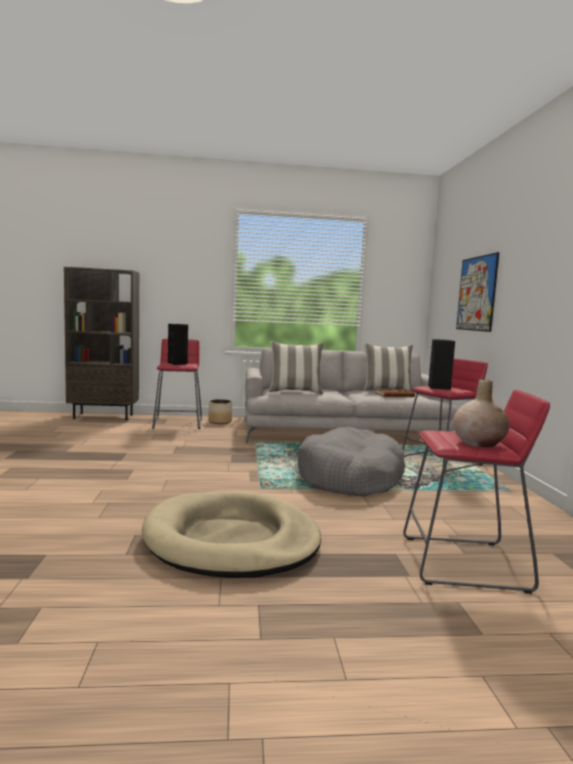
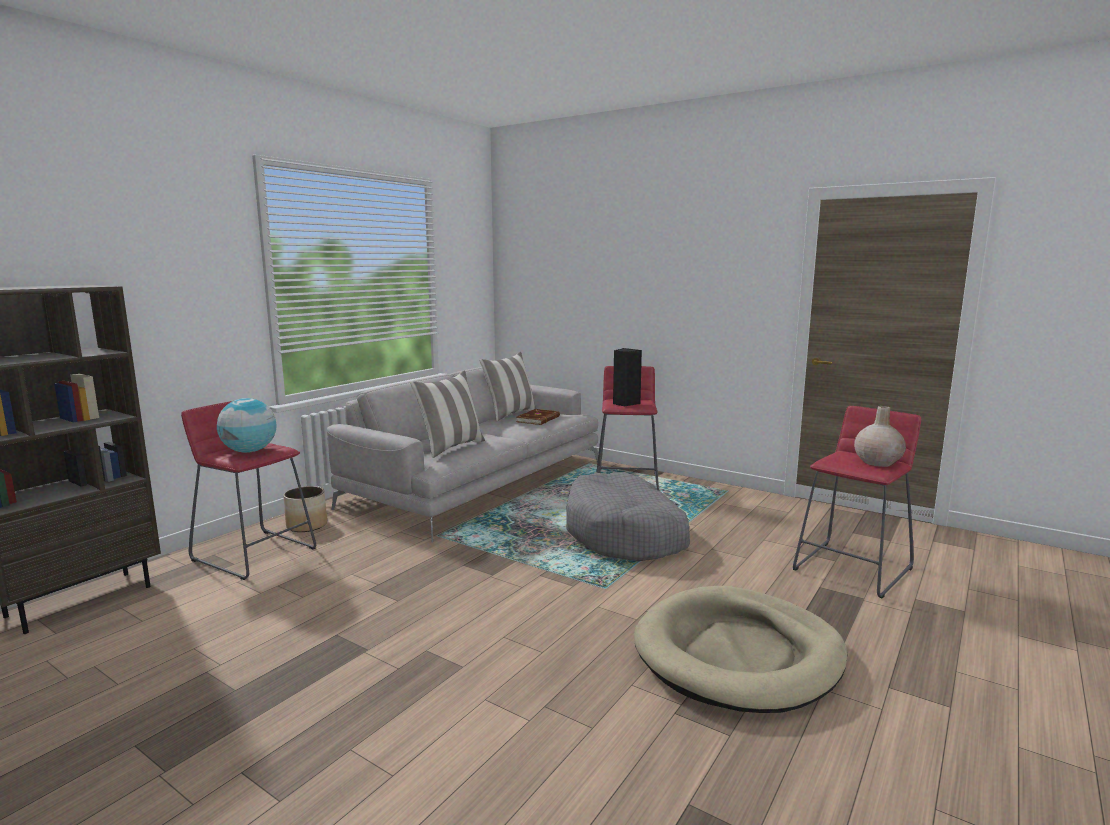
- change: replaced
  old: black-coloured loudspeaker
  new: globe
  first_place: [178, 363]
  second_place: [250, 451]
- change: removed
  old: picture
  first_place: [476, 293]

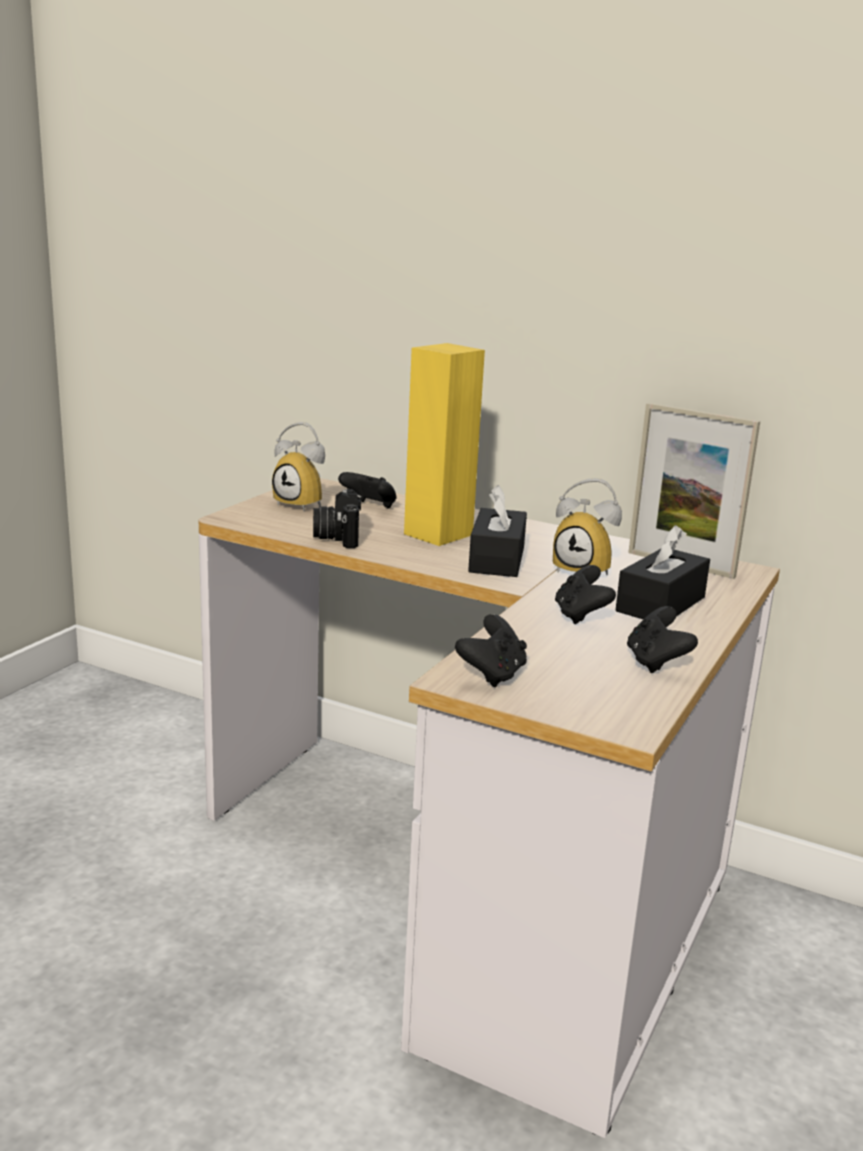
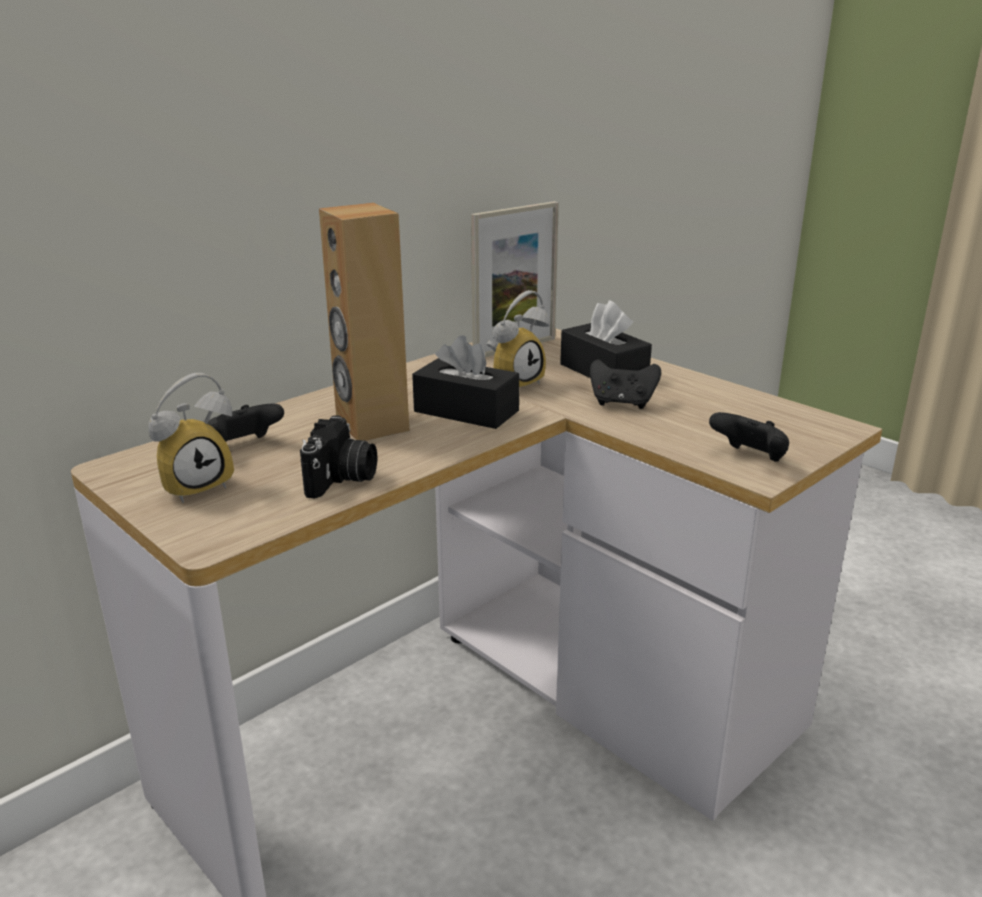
- change: turned
  old: photo camera
  first_place: [337, 537]
  second_place: [342, 479]
  degrees: -90
- change: recoloured
  old: yellow-coloured loudspeaker
  new: brown-coloured loudspeaker
  first_place: [437, 534]
  second_place: [371, 426]
- change: removed
  old: black-coloured joypad
  first_place: [656, 663]

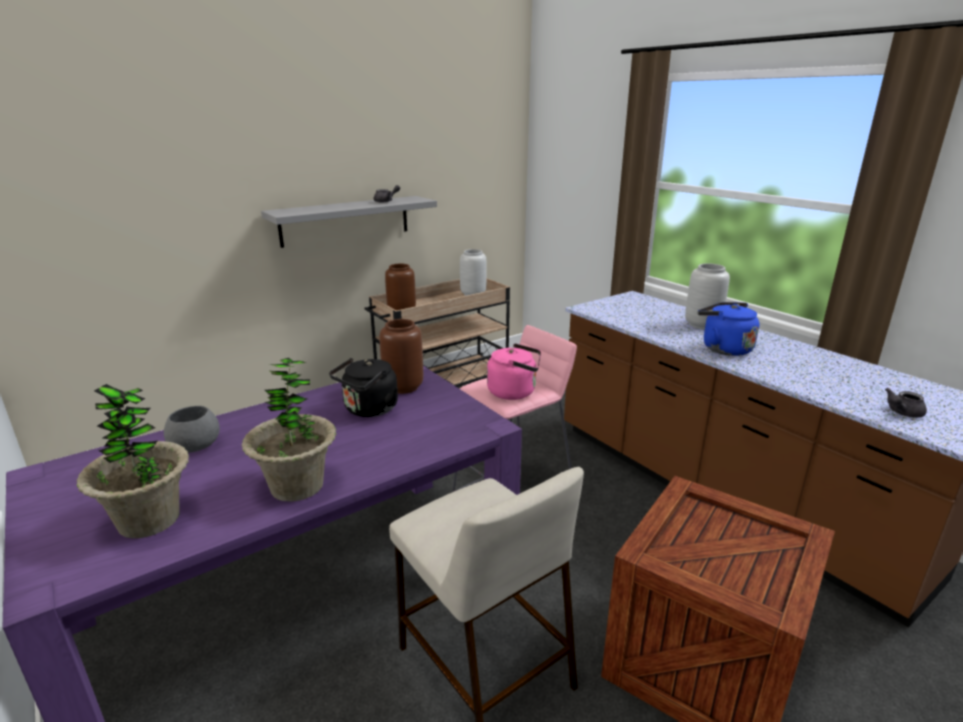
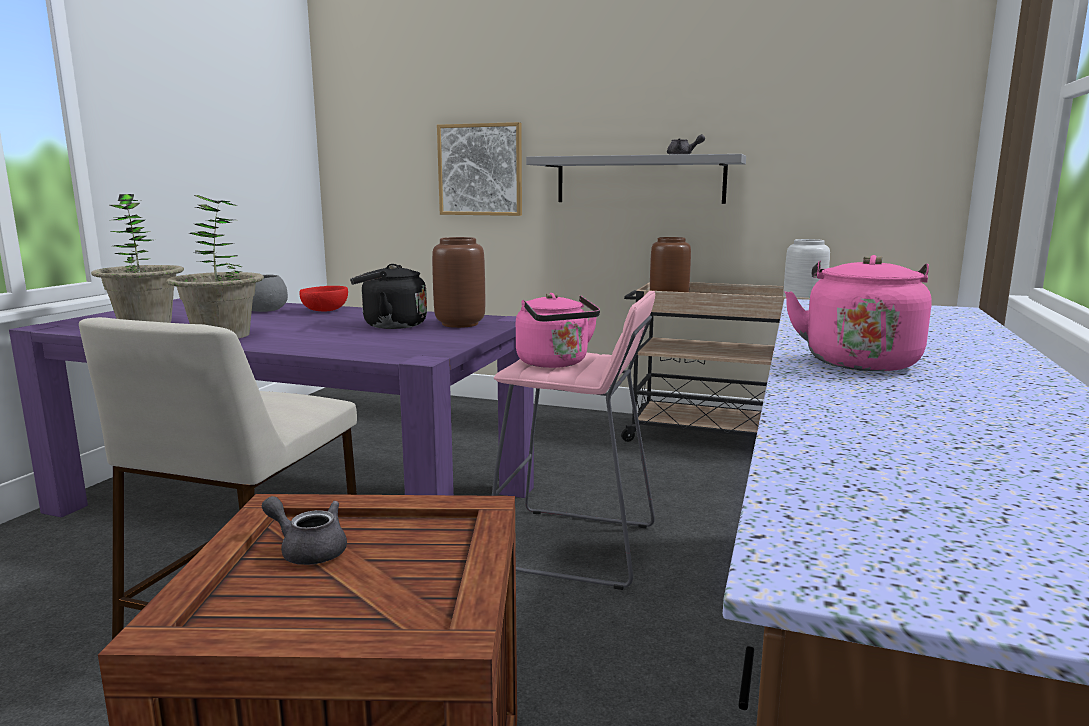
- change: removed
  old: gray decorative vase
  first_place: [702, 324]
- change: recoloured
  old: bluish water kettle
  new: pink water kettle
  first_place: [723, 348]
  second_place: [859, 361]
- change: moved
  old: gray tea pot
  first_place: [901, 413]
  second_place: [308, 550]
- change: added
  new: reddish deep dish
  second_place: [326, 311]
- change: added
  new: picture
  second_place: [480, 170]

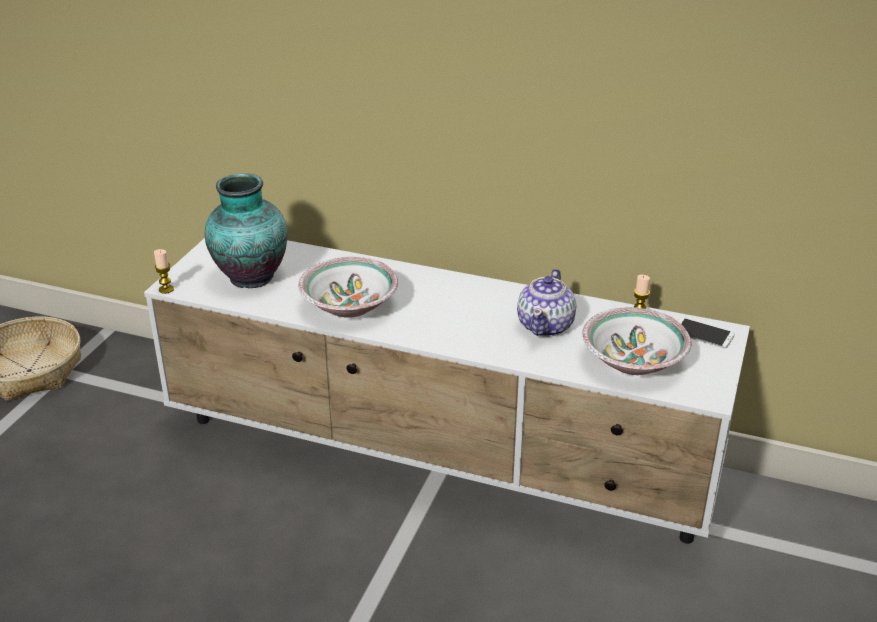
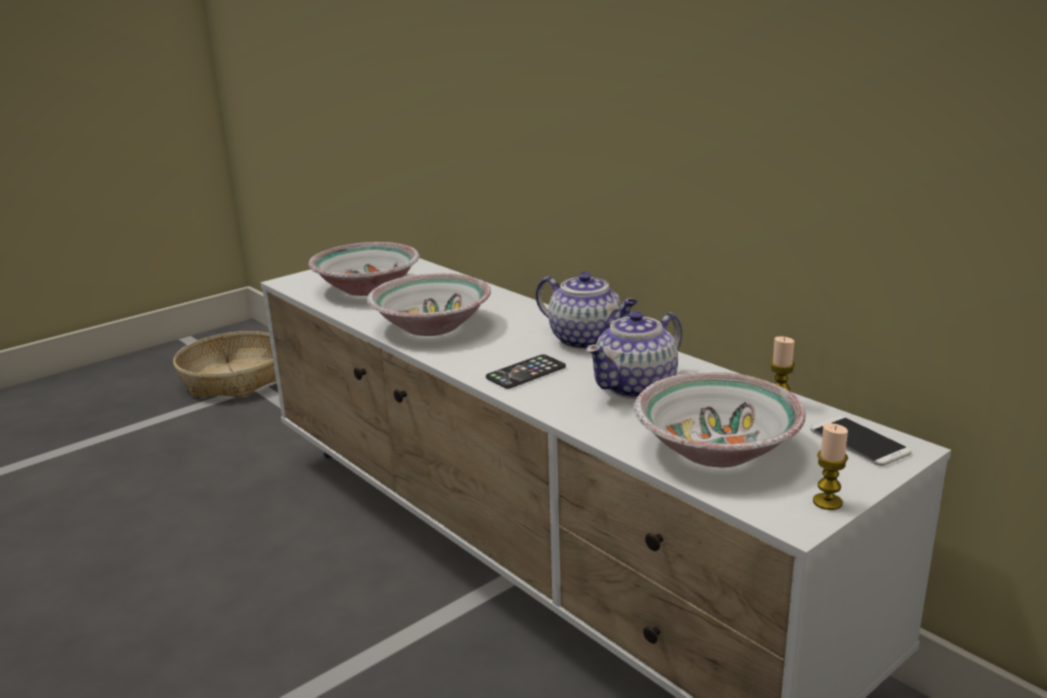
- change: moved
  old: candle
  first_place: [166, 289]
  second_place: [827, 502]
- change: replaced
  old: decorative vase
  new: deep dish
  first_place: [249, 278]
  second_place: [366, 288]
- change: added
  new: phone
  second_place: [526, 372]
- change: added
  new: tea pot
  second_place: [587, 340]

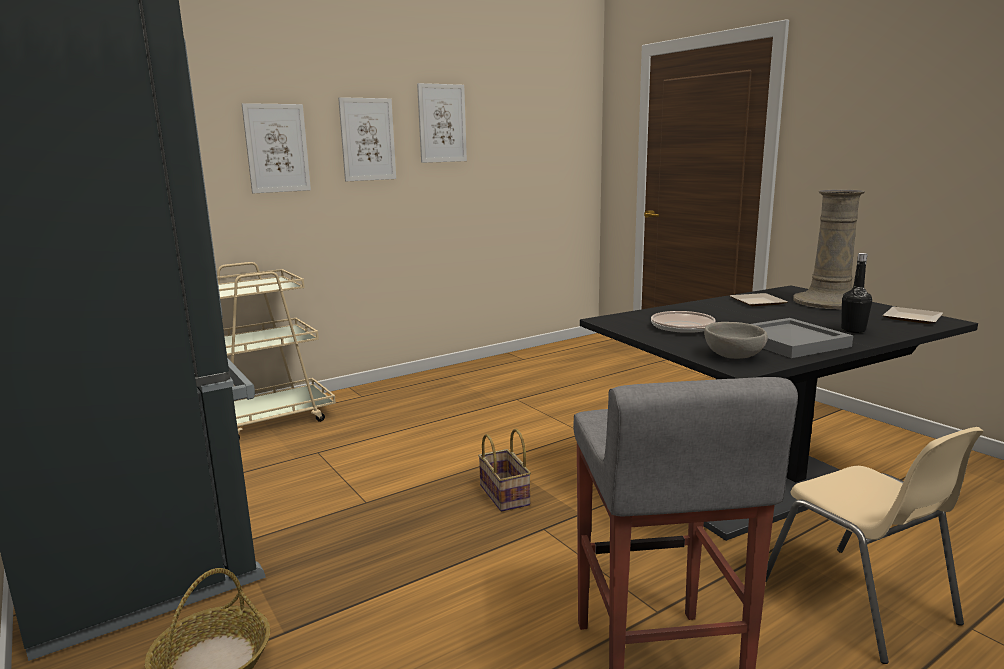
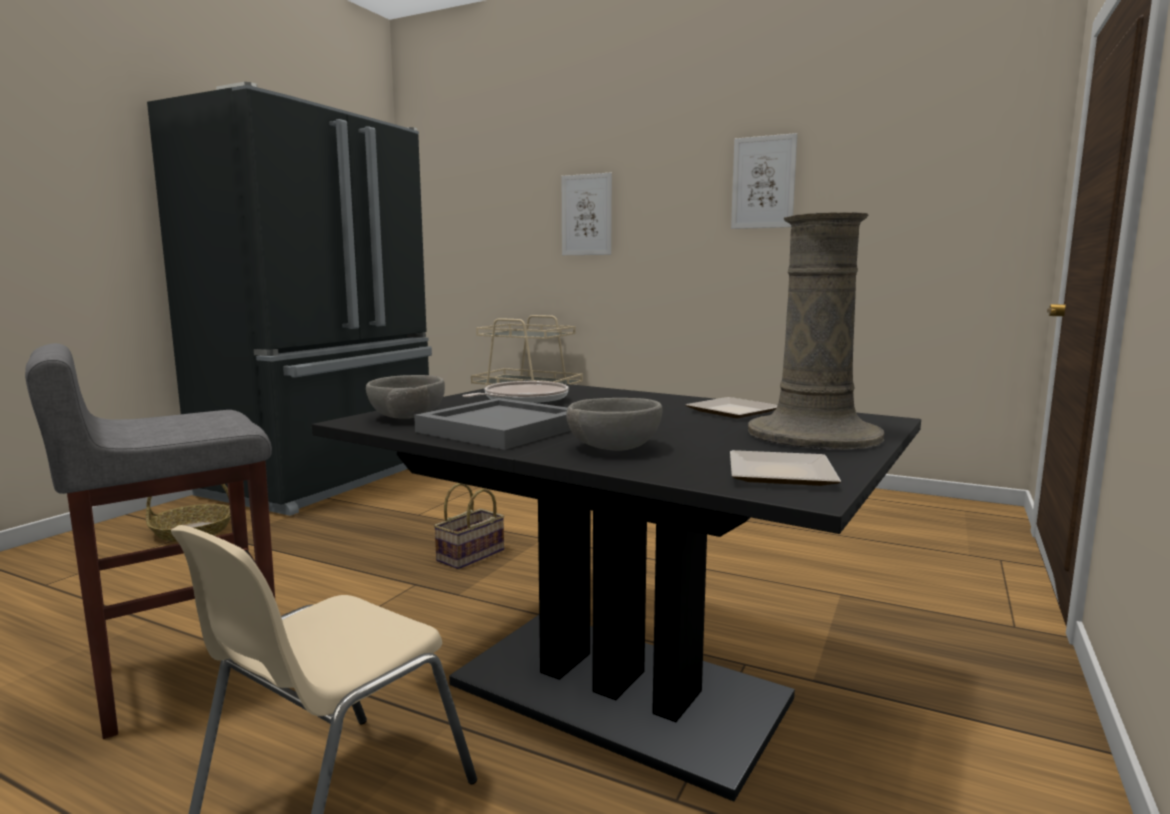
- change: removed
  old: picture
  first_place: [367, 139]
- change: replaced
  old: black-coloured beverage bottle
  new: gray deep dish
  first_place: [853, 330]
  second_place: [615, 448]

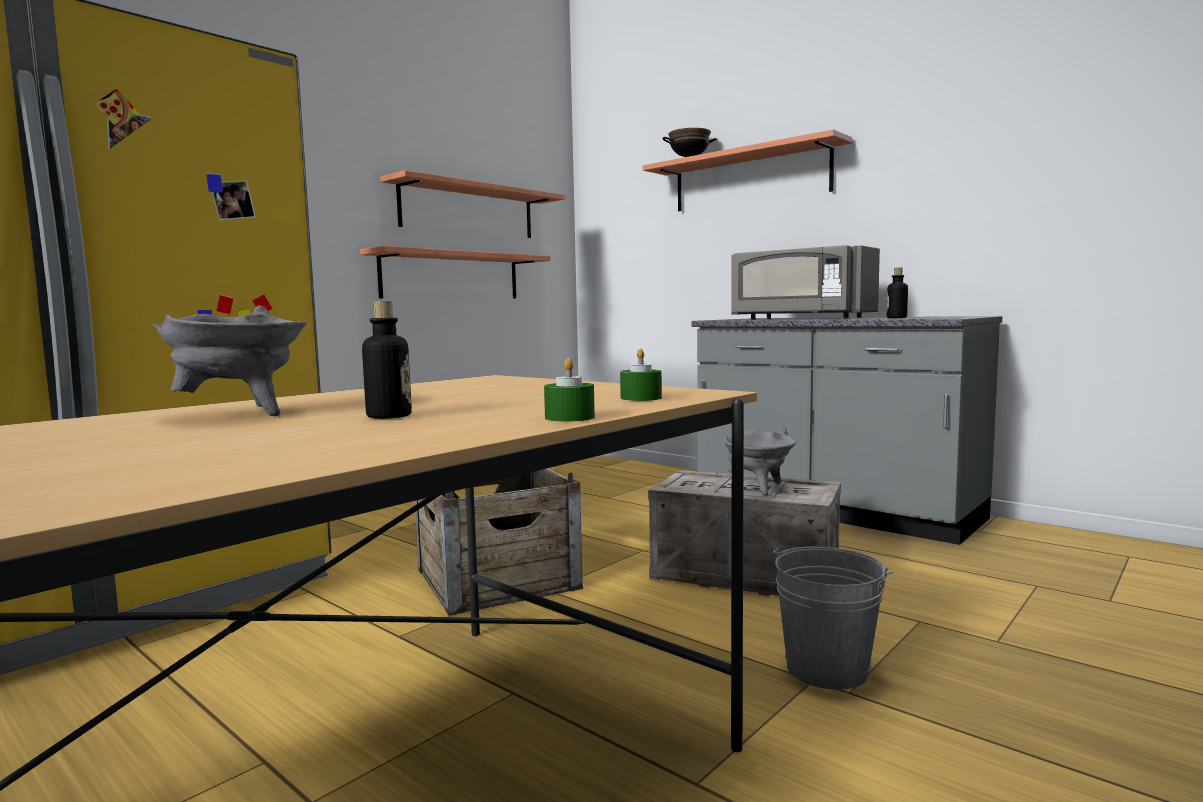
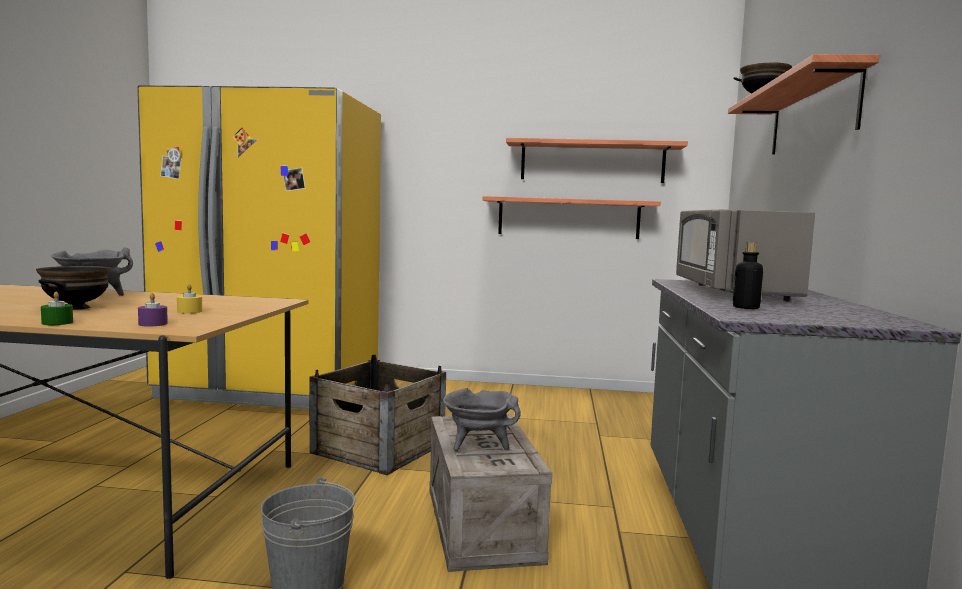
- change: replaced
  old: beverage bottle
  new: black-coloured deep dish
  first_place: [389, 416]
  second_place: [76, 308]
- change: recoloured
  old: greenish candle
  new: purple-coloured candle
  first_place: [641, 398]
  second_place: [153, 324]
- change: added
  new: yellow-coloured candle
  second_place: [189, 311]

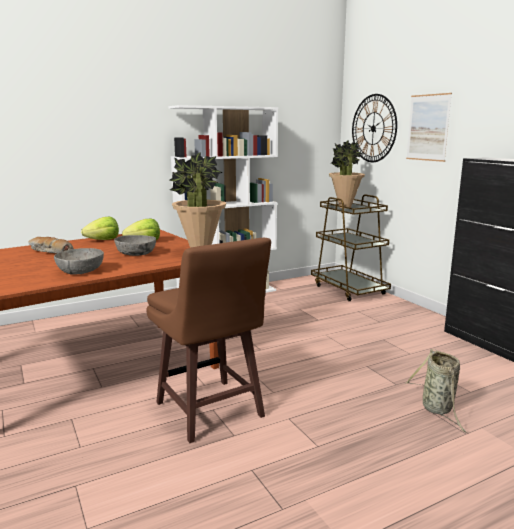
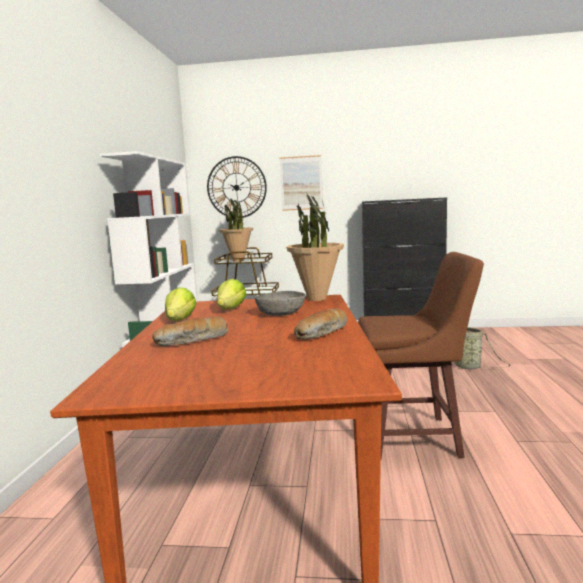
- change: replaced
  old: gray deep dish
  new: bread
  first_place: [80, 271]
  second_place: [322, 333]

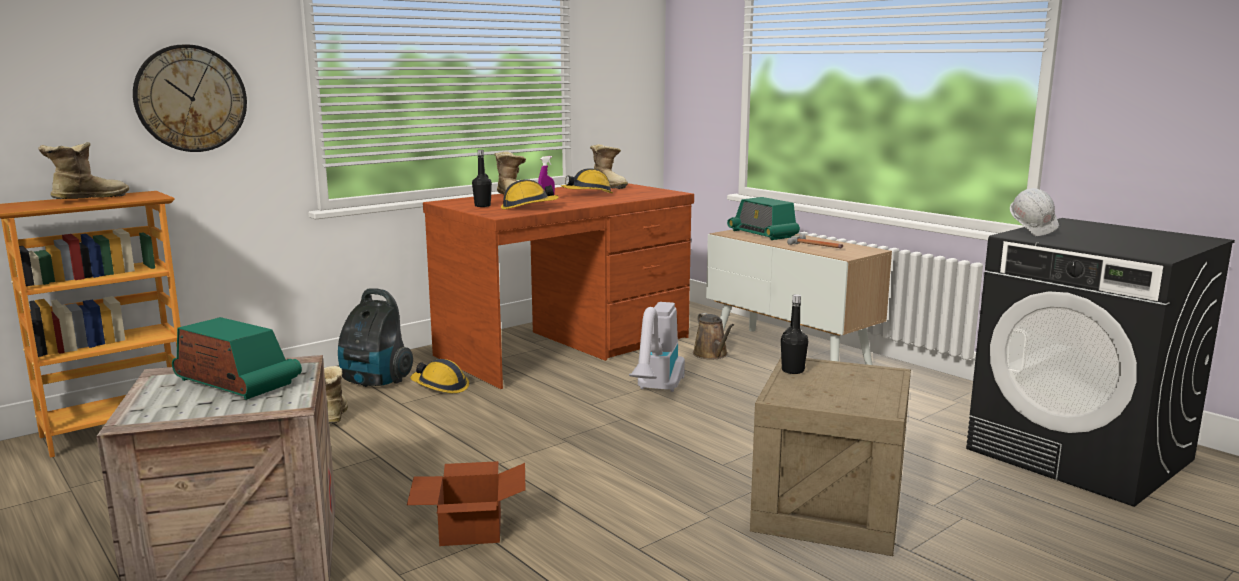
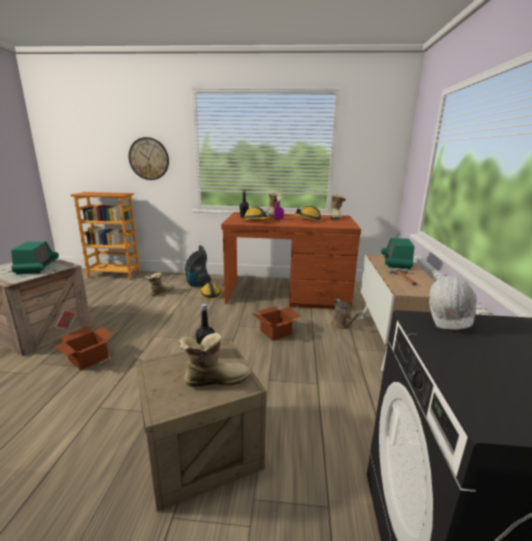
- change: moved
  old: boot
  first_place: [87, 199]
  second_place: [214, 379]
- change: replaced
  old: vacuum cleaner
  new: carton
  first_place: [657, 391]
  second_place: [276, 332]
- change: turned
  old: brown-coloured watering pot
  first_place: [712, 355]
  second_place: [342, 325]
  degrees: -45

